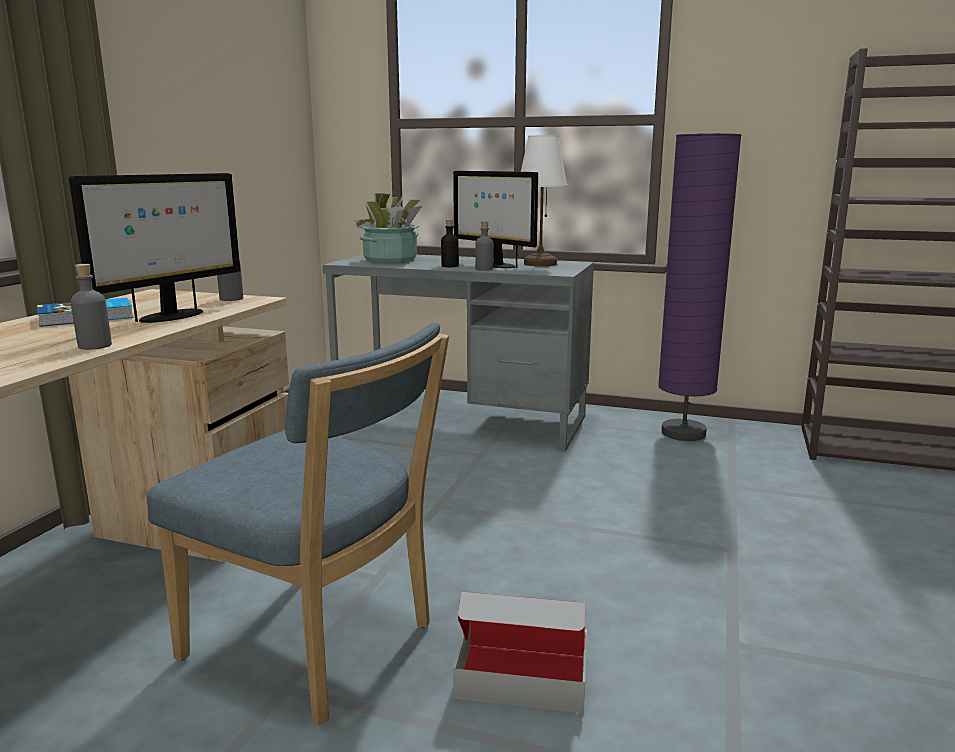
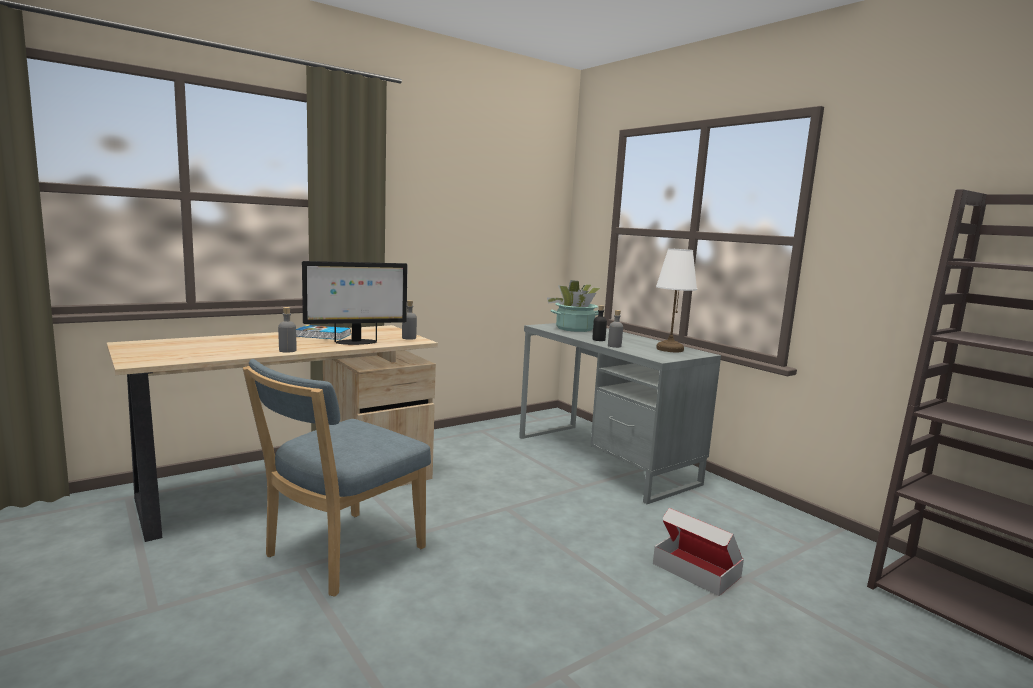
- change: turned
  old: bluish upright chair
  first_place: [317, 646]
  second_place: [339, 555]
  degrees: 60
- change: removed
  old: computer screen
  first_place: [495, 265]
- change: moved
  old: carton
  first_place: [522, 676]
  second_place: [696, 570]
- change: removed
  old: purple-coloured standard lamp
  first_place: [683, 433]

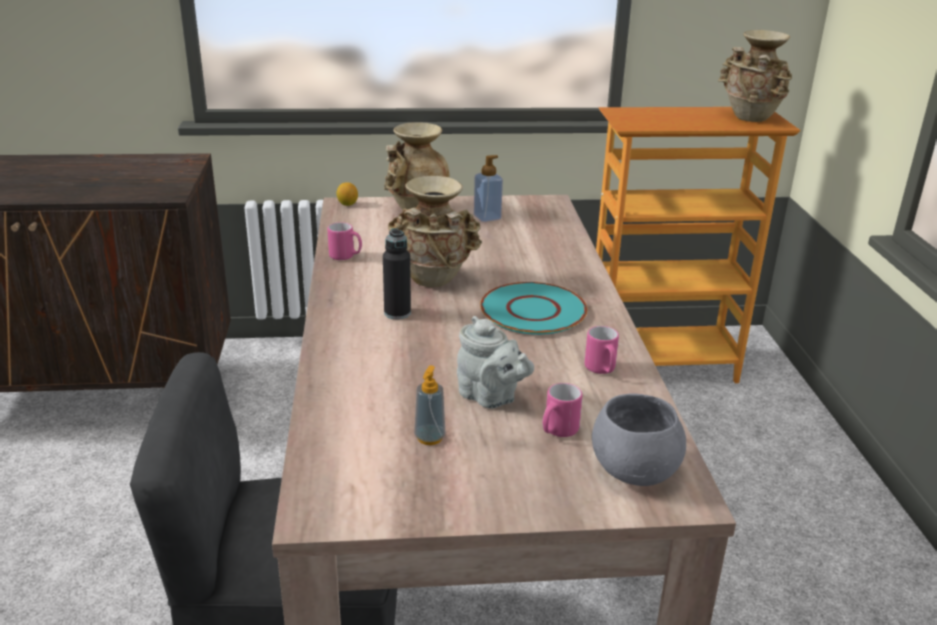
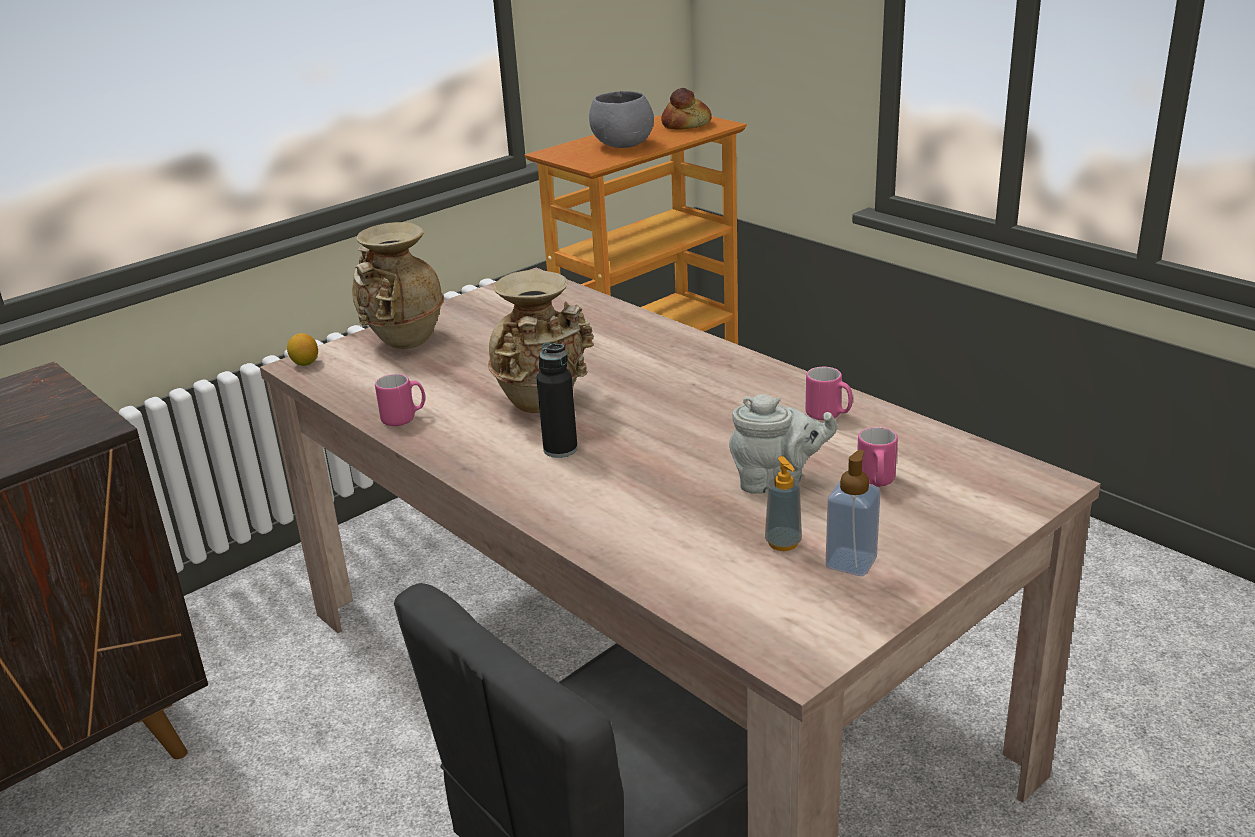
- change: moved
  old: soap bottle
  first_place: [487, 217]
  second_place: [851, 562]
- change: removed
  old: blue-green plate
  first_place: [533, 311]
- change: moved
  old: gray deep dish
  first_place: [635, 471]
  second_place: [623, 145]
- change: replaced
  old: beige decorative vase
  new: bread
  first_place: [750, 118]
  second_place: [686, 125]

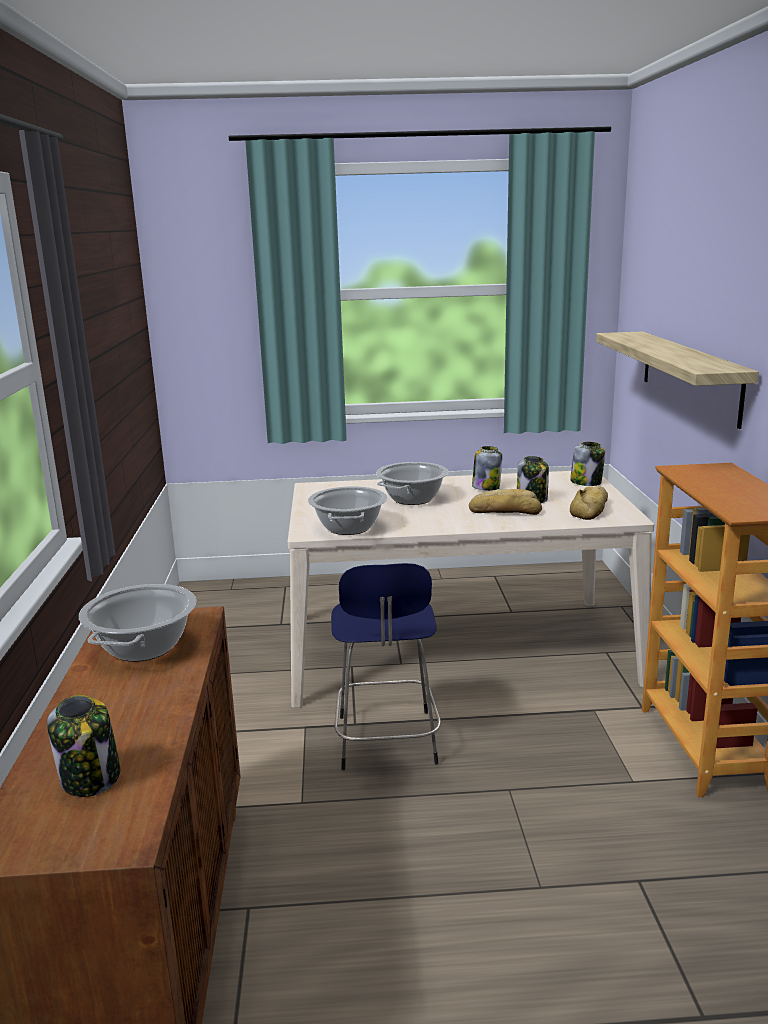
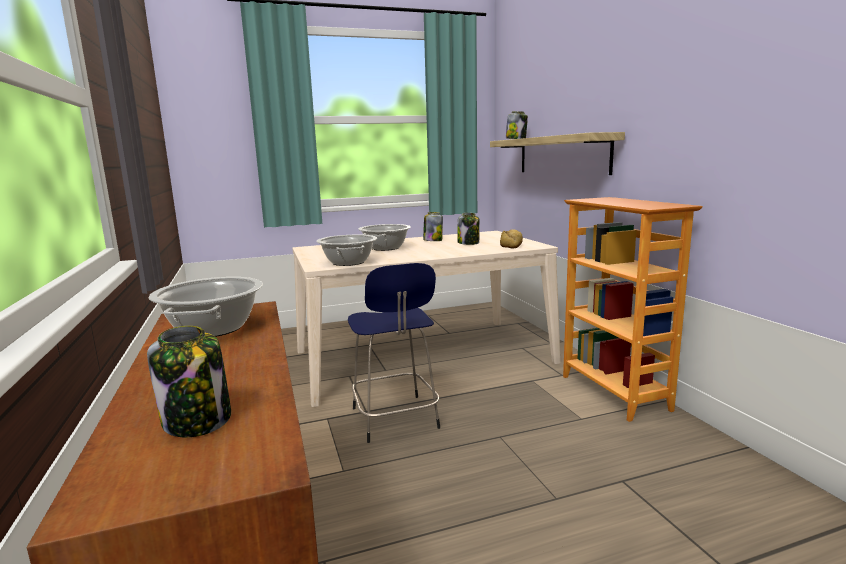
- change: removed
  old: bread
  first_place: [505, 511]
- change: moved
  old: preserve jar
  first_place: [586, 482]
  second_place: [516, 139]

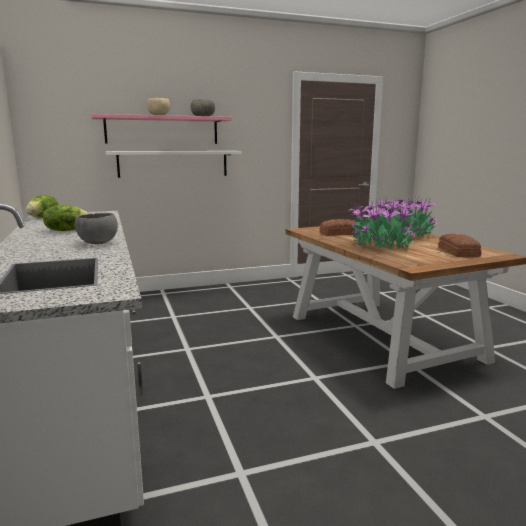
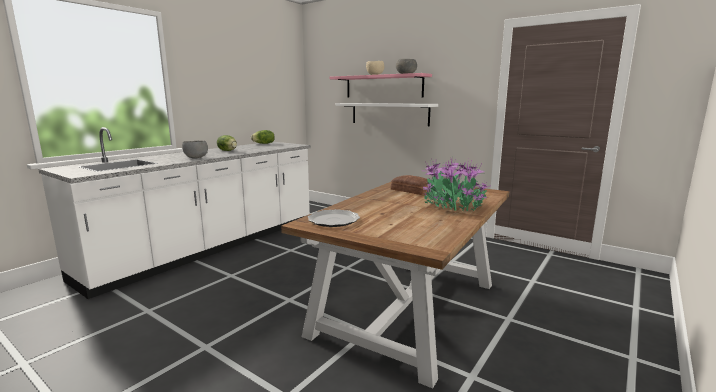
- change: removed
  old: plant in a pot
  first_place: [380, 246]
- change: removed
  old: bread
  first_place: [457, 252]
- change: added
  new: plate
  second_place: [333, 220]

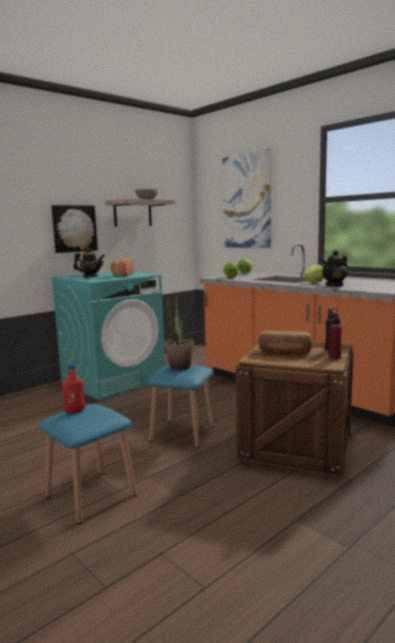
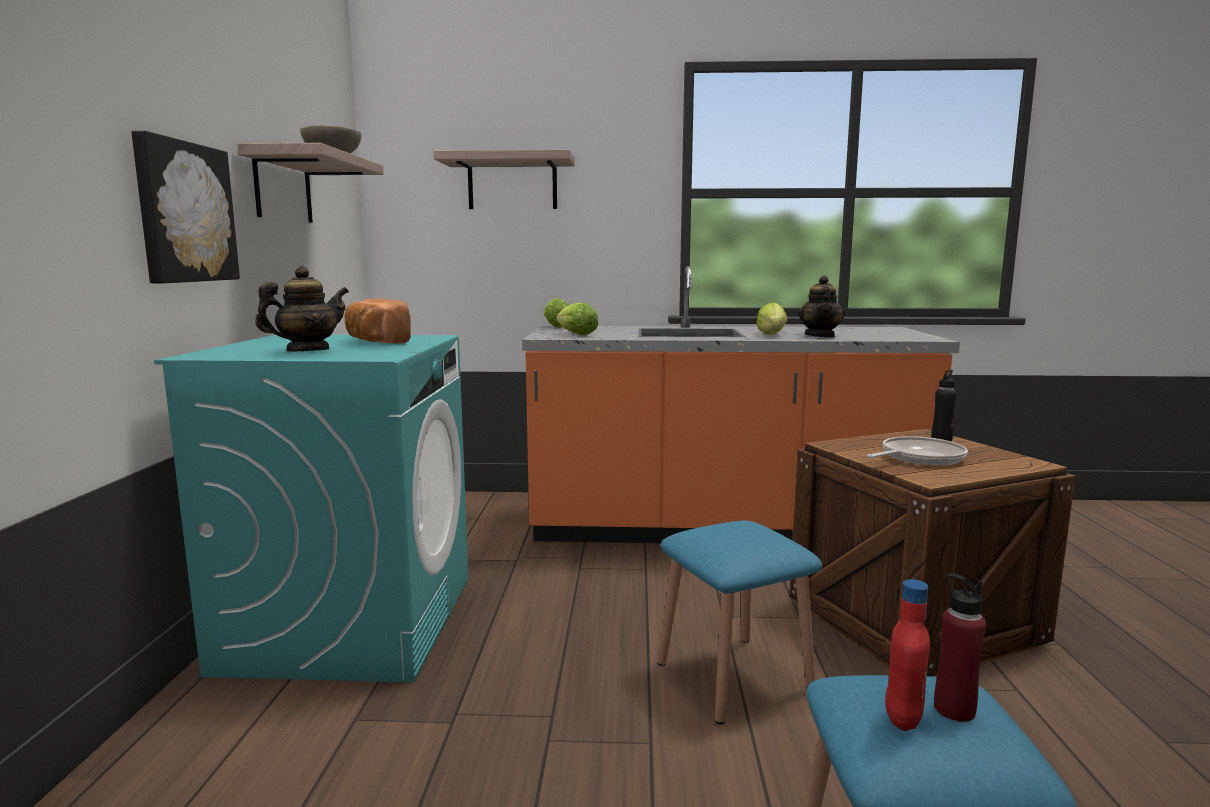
- change: removed
  old: plant in a pot
  first_place: [179, 368]
- change: replaced
  old: picture
  new: bracket shelf
  first_place: [246, 200]
  second_place: [512, 184]
- change: replaced
  old: bread
  new: skillet
  first_place: [284, 352]
  second_place: [918, 458]
- change: moved
  old: reddish beverage bottle
  first_place: [334, 357]
  second_place: [954, 709]

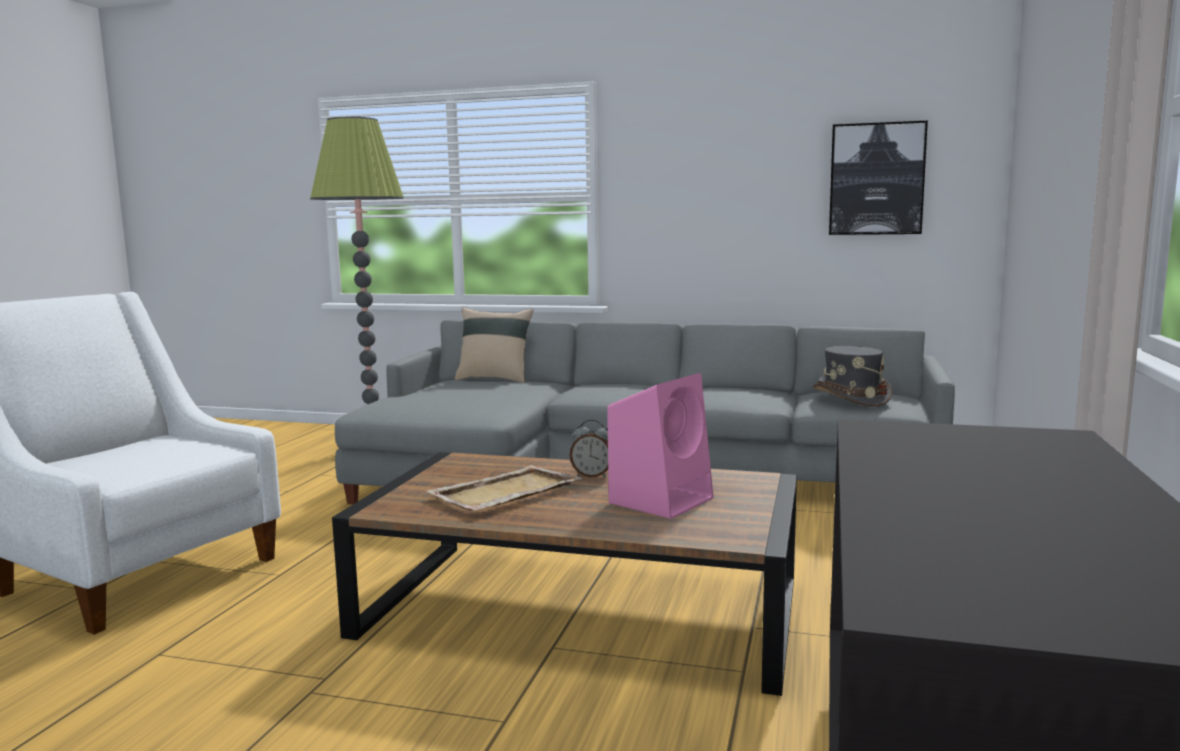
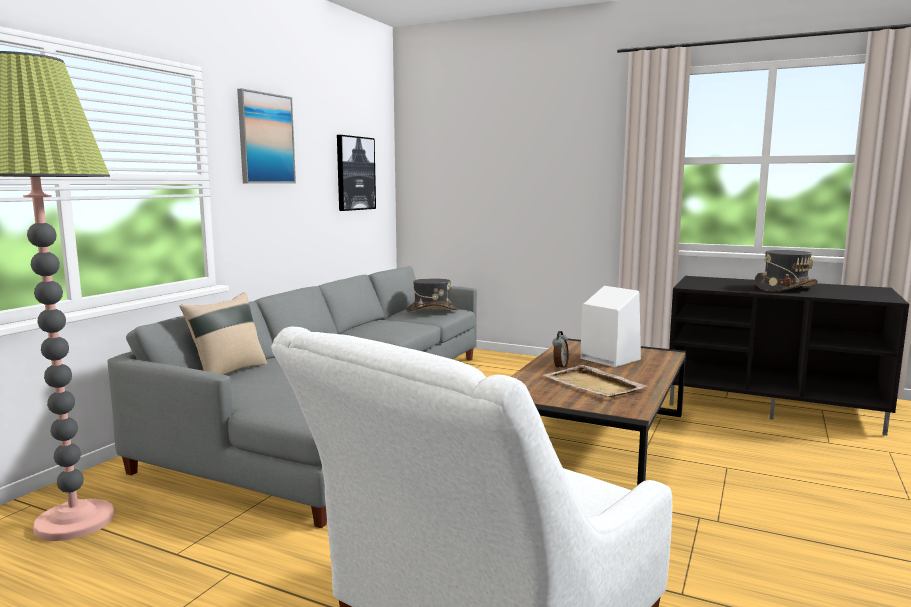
- change: recoloured
  old: pink loudspeaker
  new: whitish loudspeaker
  first_place: [662, 500]
  second_place: [608, 359]
- change: added
  new: picture
  second_place: [266, 138]
- change: added
  new: gray hat
  second_place: [784, 288]

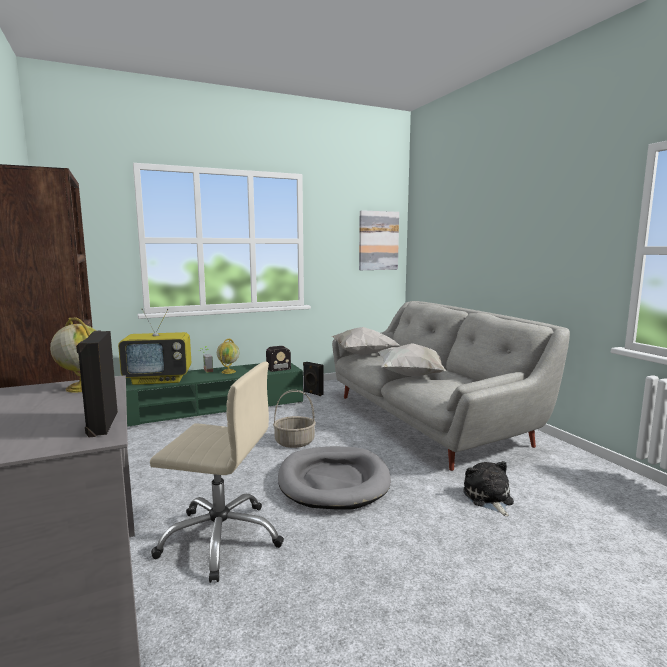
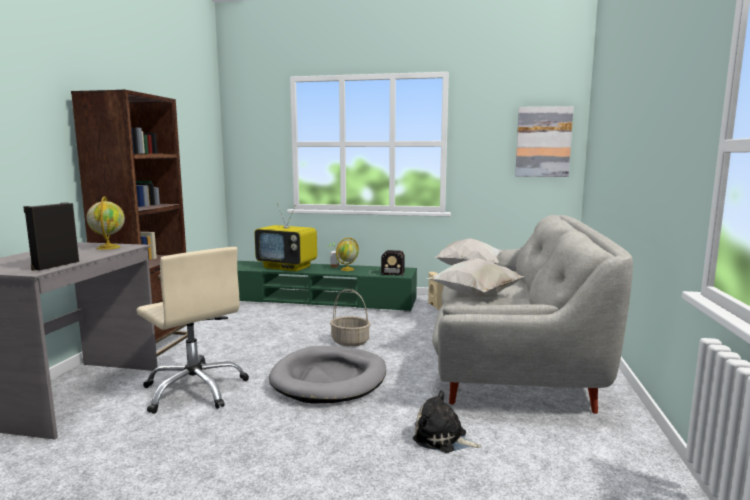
- change: recoloured
  old: black-coloured loudspeaker
  new: beige loudspeaker
  first_place: [312, 393]
  second_place: [434, 306]
- change: turned
  old: cuddly toy
  first_place: [488, 498]
  second_place: [443, 439]
  degrees: -90

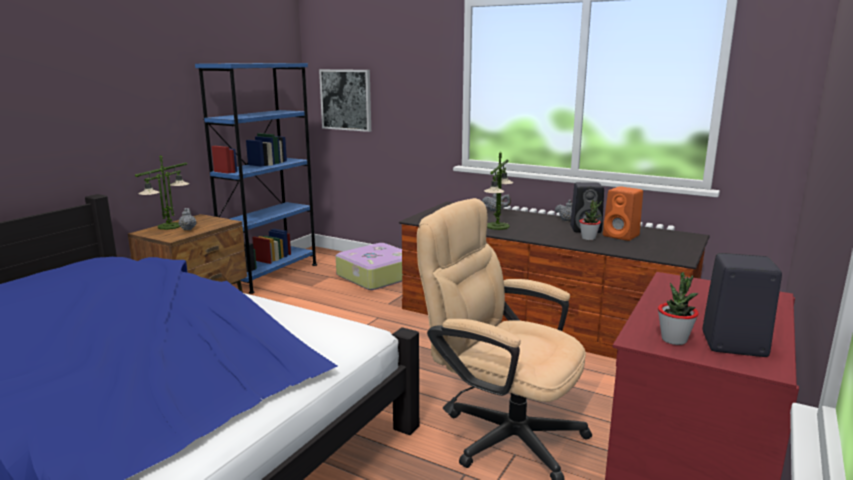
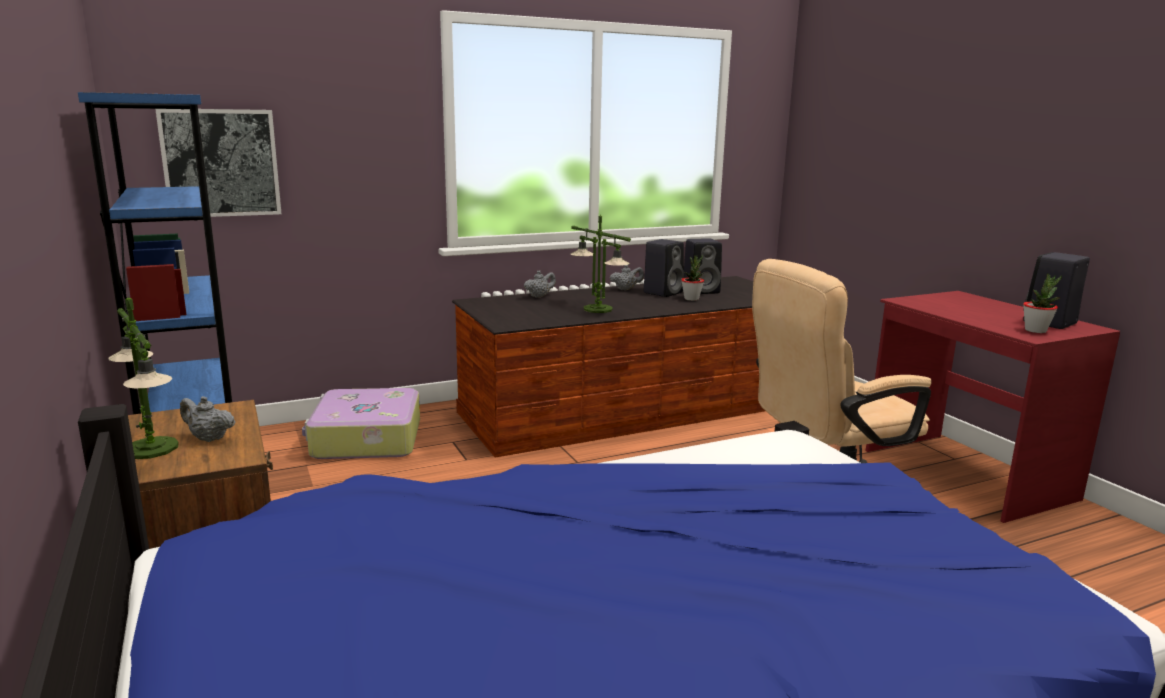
- change: recoloured
  old: orange loudspeaker
  new: black-coloured loudspeaker
  first_place: [622, 236]
  second_place: [702, 291]

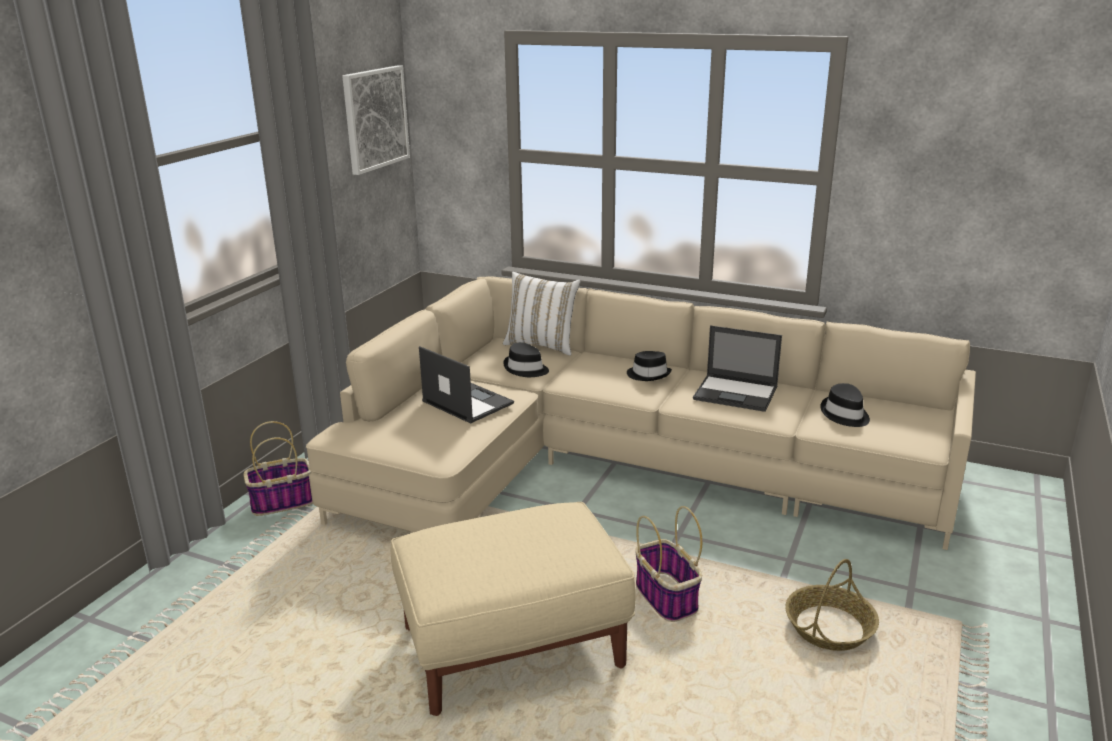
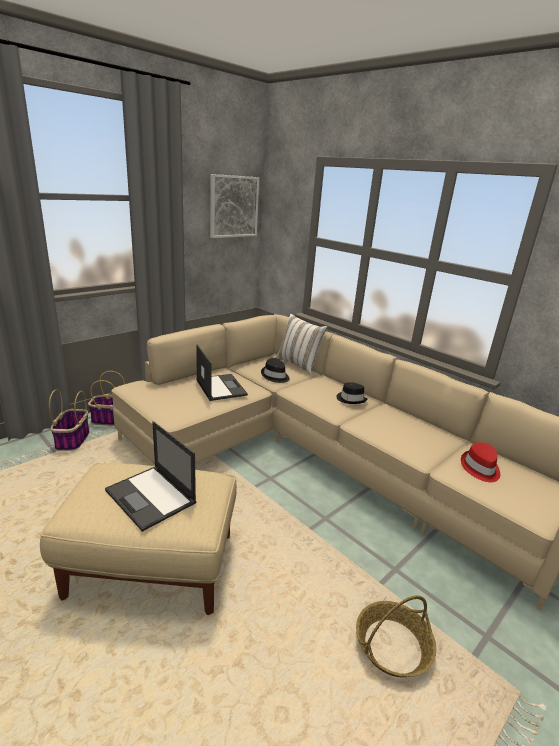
- change: moved
  old: basket
  first_place: [667, 598]
  second_place: [72, 440]
- change: moved
  old: portable computer
  first_place: [736, 393]
  second_place: [151, 497]
- change: recoloured
  old: black-coloured hat
  new: reddish hat
  first_place: [845, 414]
  second_place: [480, 468]

